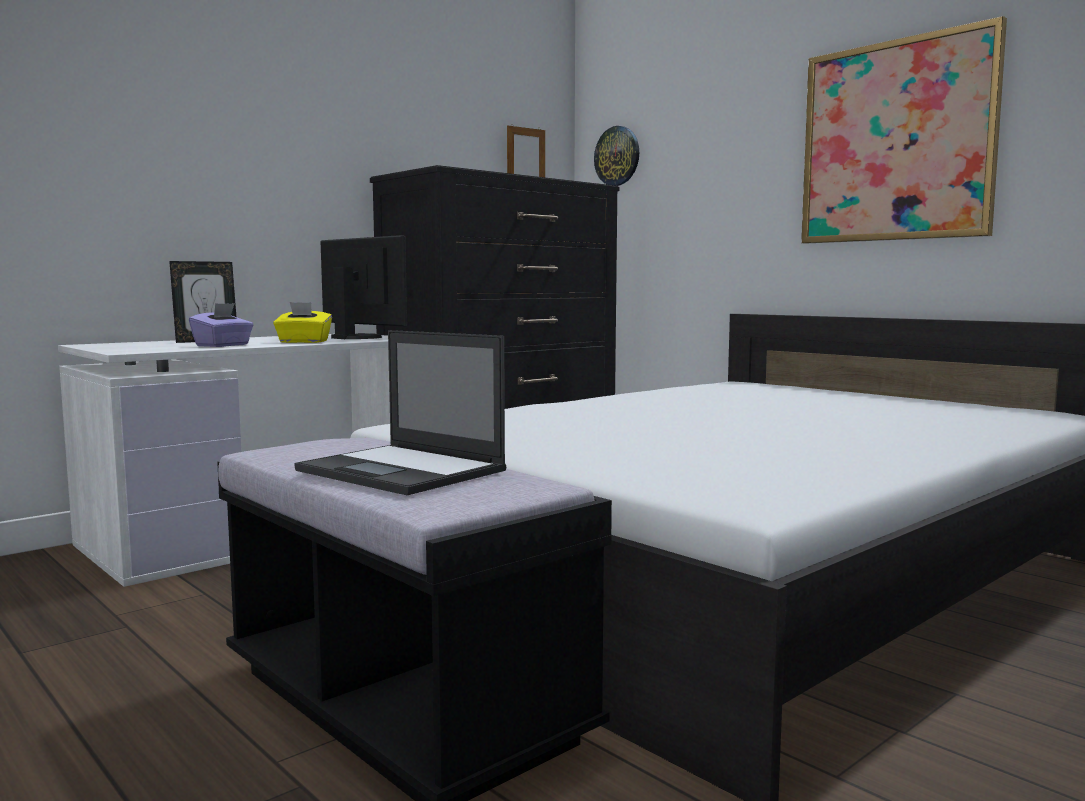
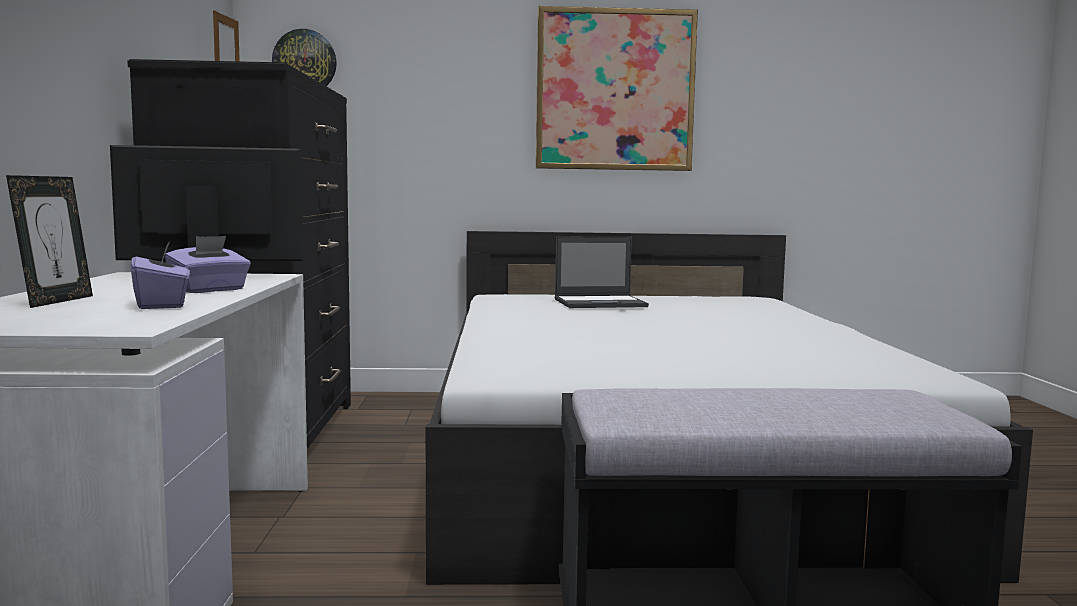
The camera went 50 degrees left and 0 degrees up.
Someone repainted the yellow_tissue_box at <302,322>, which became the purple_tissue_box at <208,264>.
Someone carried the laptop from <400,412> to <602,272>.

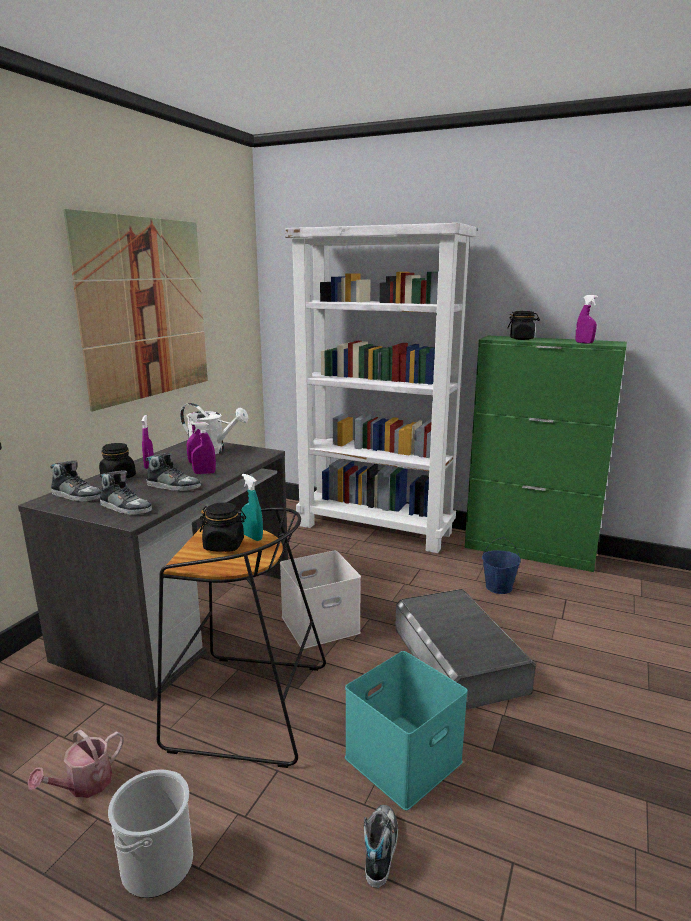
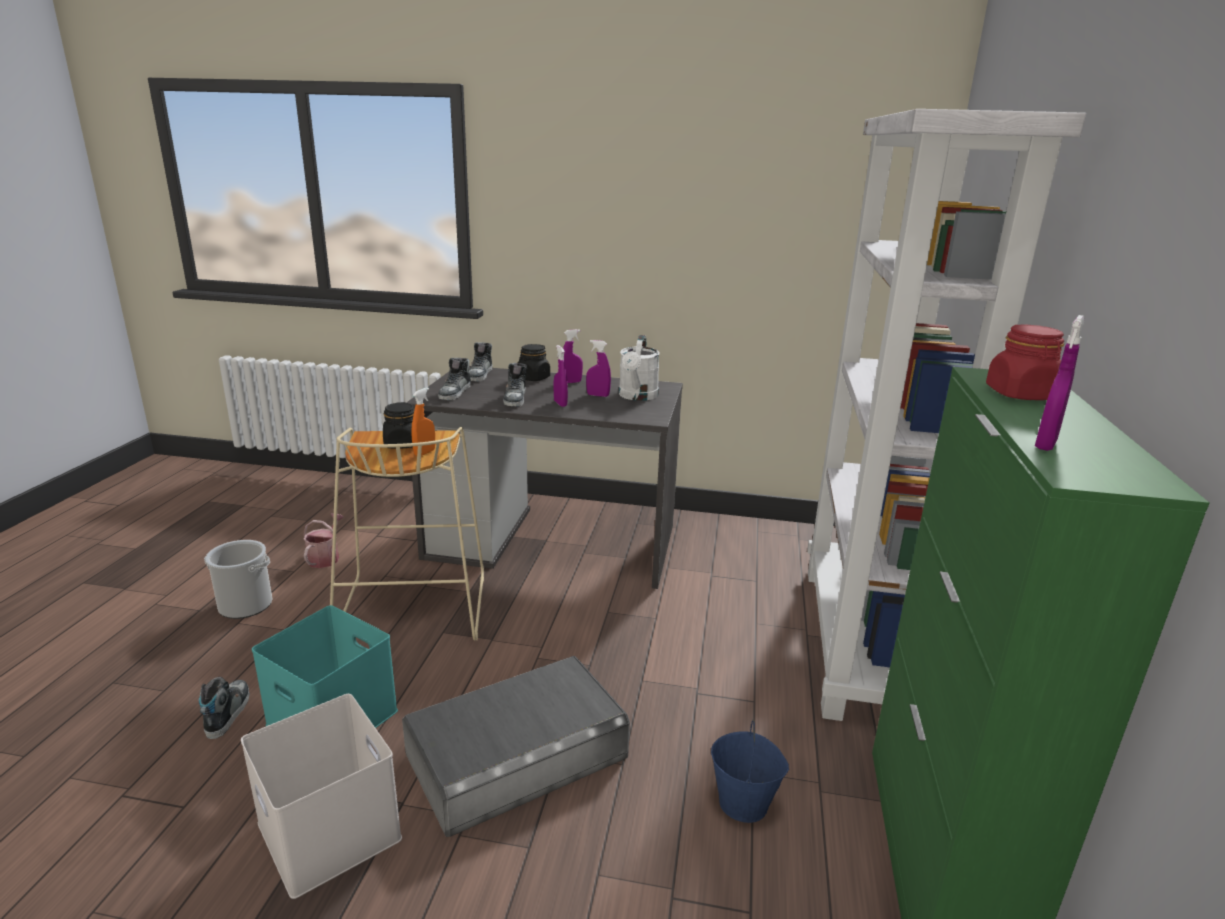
The camera went 75 degrees right and 5 degrees up.
Someone rotated the shoe at <381,846> by 90 degrees counterclockwise.
Someone carried the white_storage_box from <320,600> to <321,796>.
Someone rotated the watering_can at <76,763> by 75 degrees clockwise.
Someone repainted the black_stool at <241,637>, which became the beige_stool at <407,534>.
Someone repainted the turquoise_spray_bottle at <252,507>, which became the orange_spray_bottle at <423,421>.
Someone repainted the black_jar at <524,325>, which became the red_jar at <1025,362>.
Someone took away the picture at <135,310>.

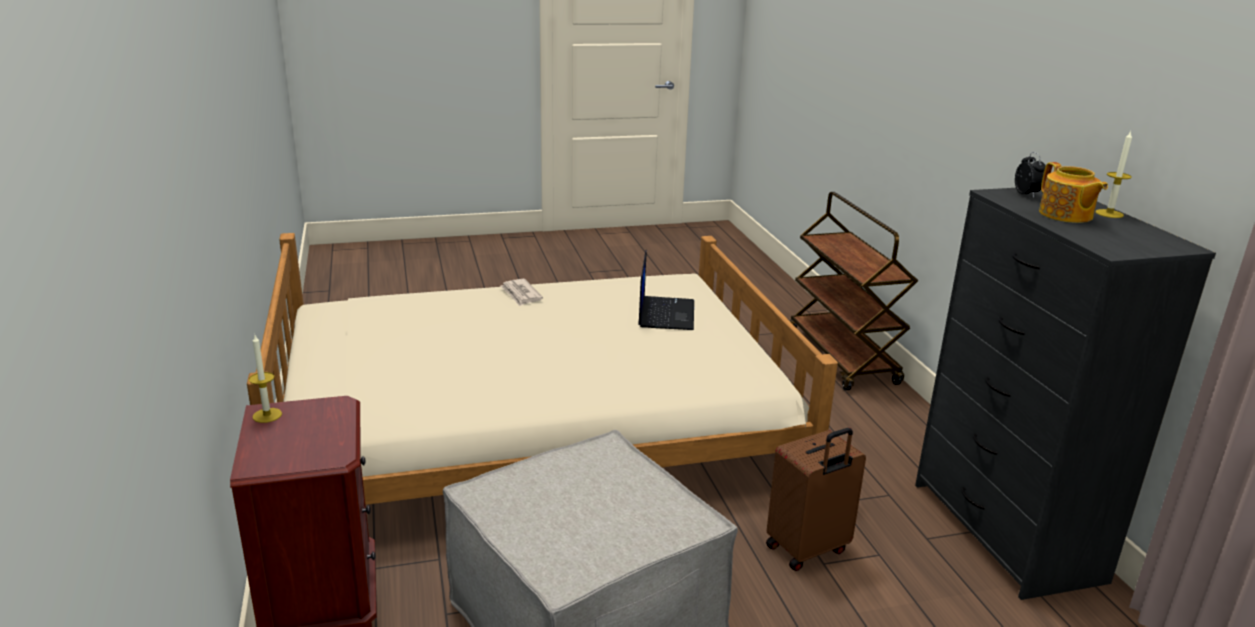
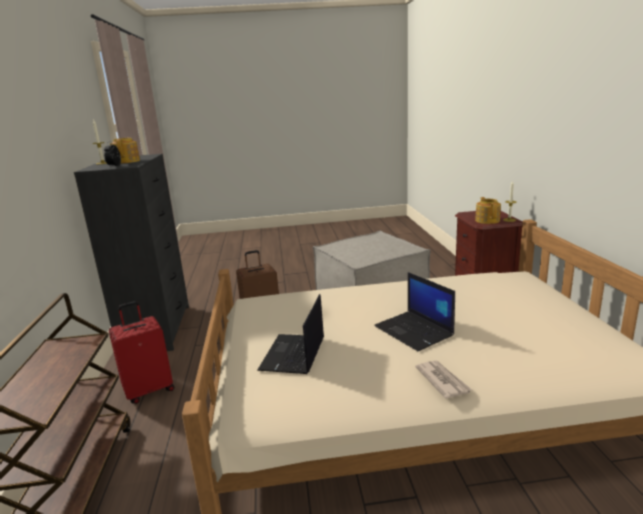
The camera went 170 degrees left and 5 degrees down.
Someone put down the red_suitcase at <141,352>.
Someone put down the laptop at <414,311>.
Someone put down the teapot at <488,210>.

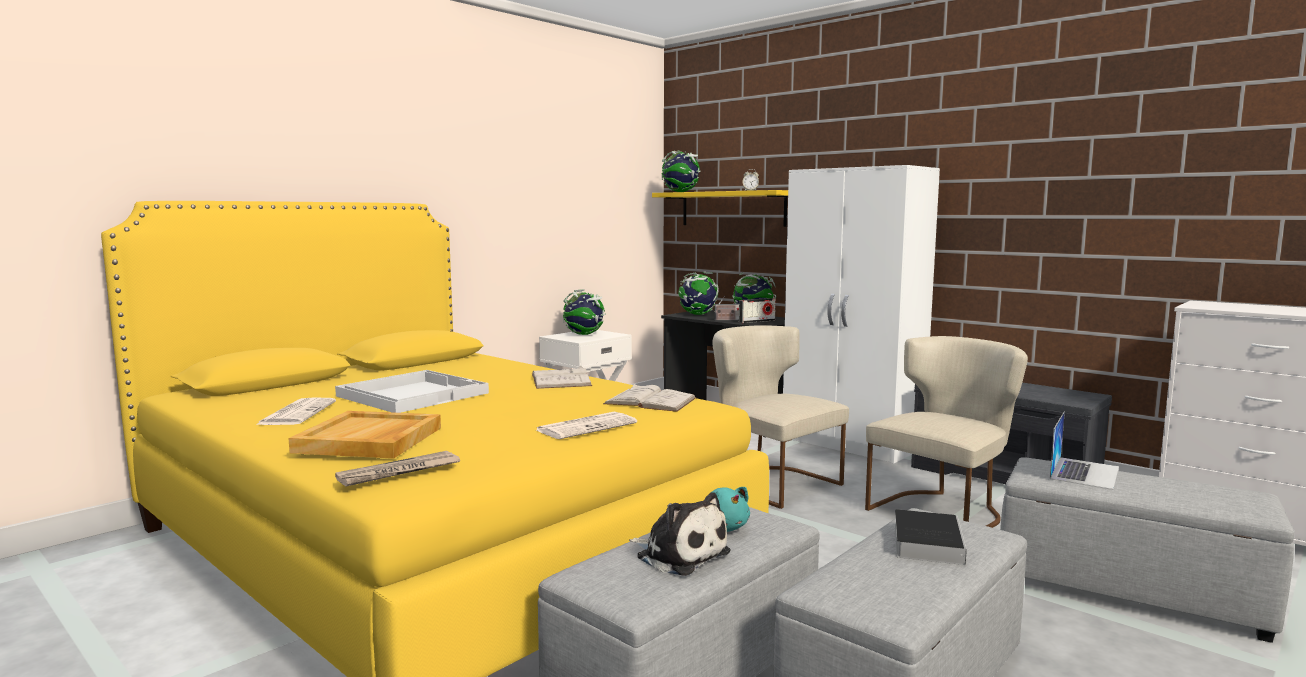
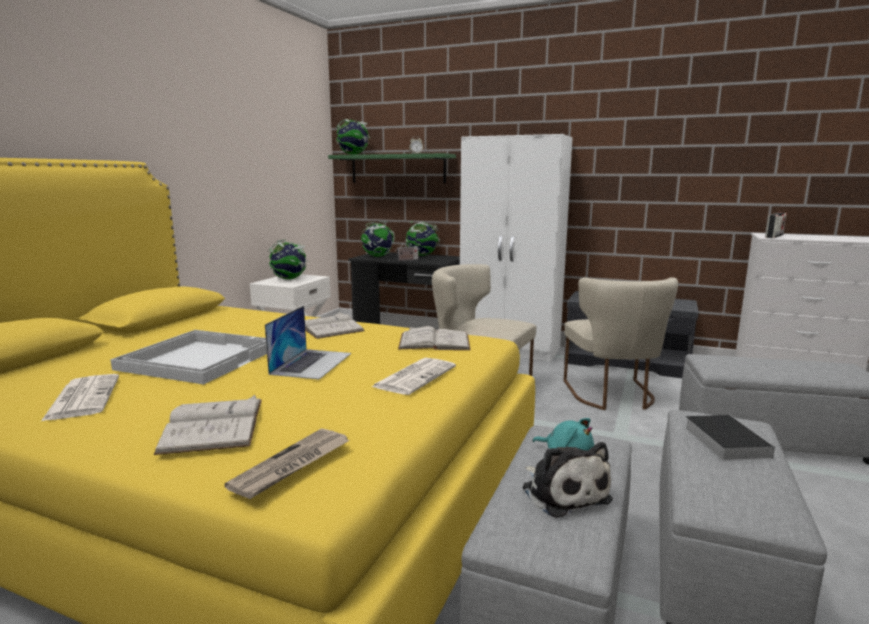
The camera went 20 degrees left and 5 degrees up.
Someone swapped the beige_tray at <364,435> for the white_book at <208,425>.
Someone carried the laptop from <1084,450> to <308,342>.
Someone repainted the yellow_shelf at <720,208>, which became the green_shelf at <392,168>.
Someone rotated the plush_toy at <680,534> by 45 degrees clockwise.
Someone rotated the beige_chair at <946,432> by 150 degrees clockwise.
Someone carried the radio from <757,310> to <776,225>.

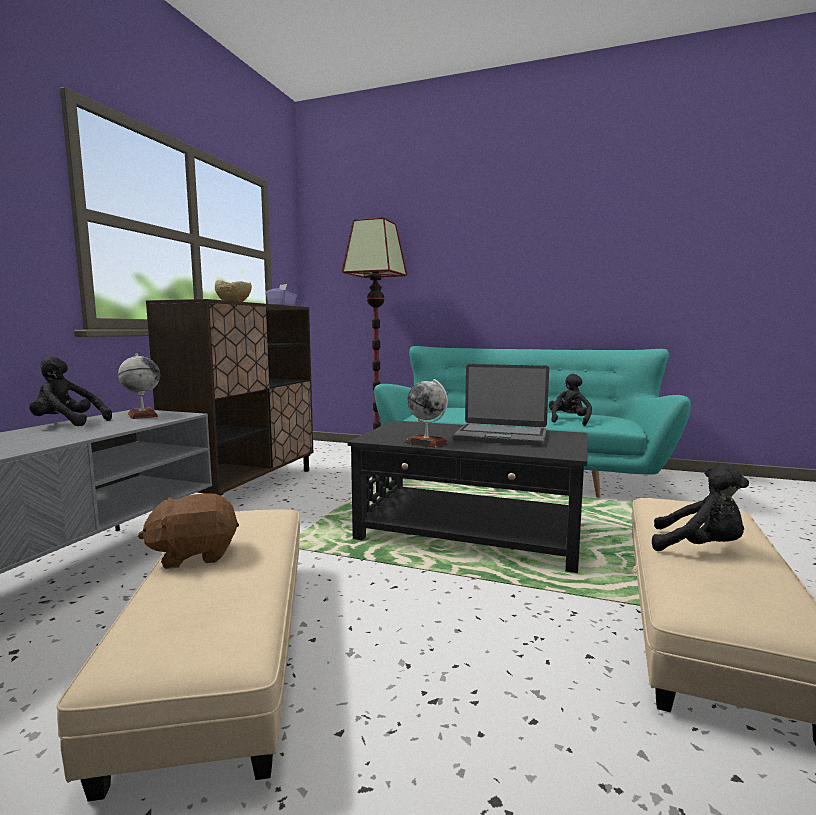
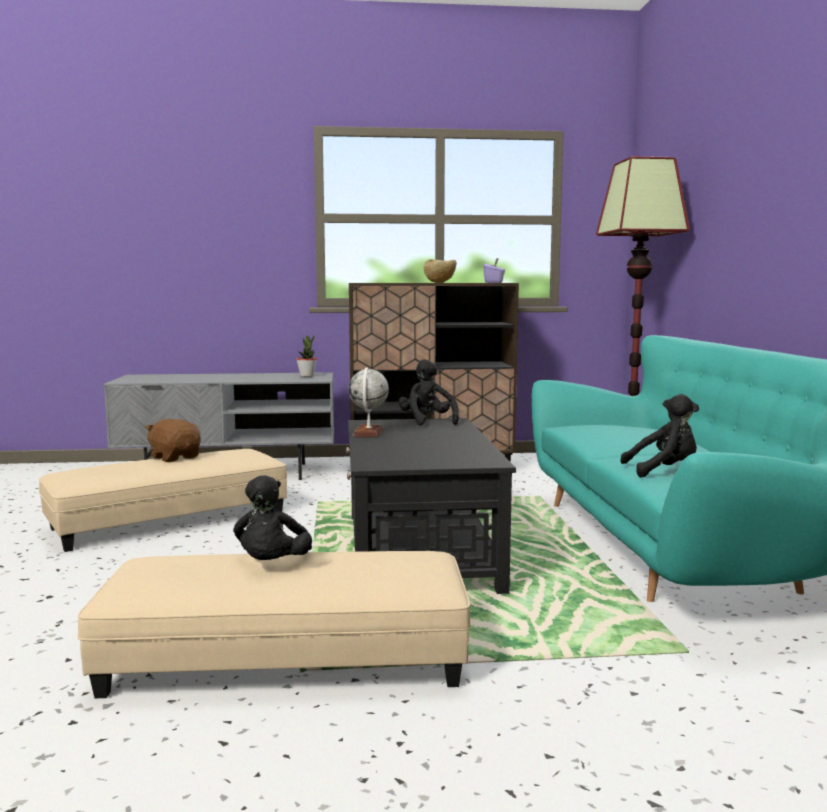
The camera went 65 degrees right and 0 degrees up.
Someone swapped the globe at <139,386> for the potted_plant at <306,356>.
Someone carried the black_plush_toy from <70,391> to <428,392>.
Someone took away the laptop at <501,405>.

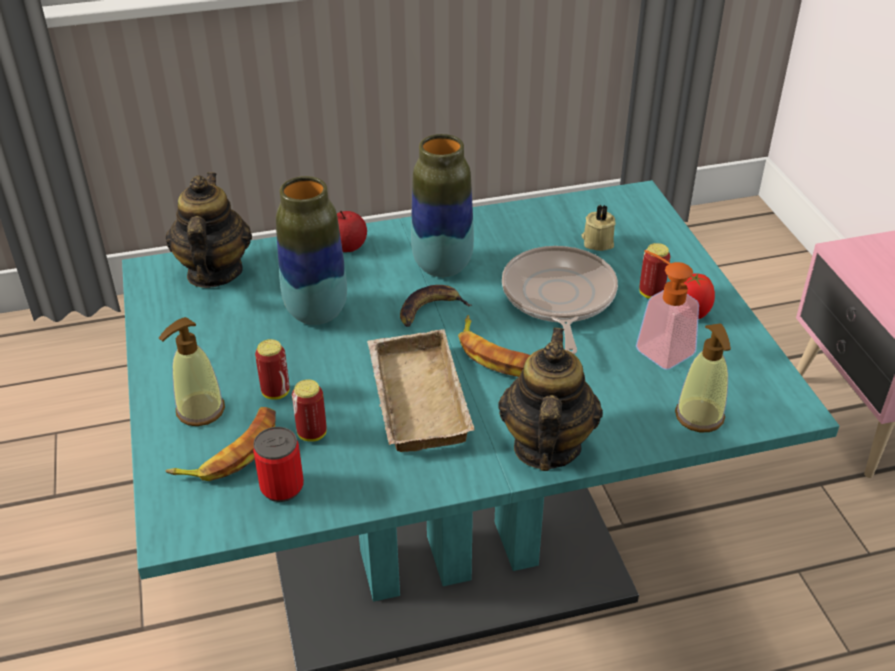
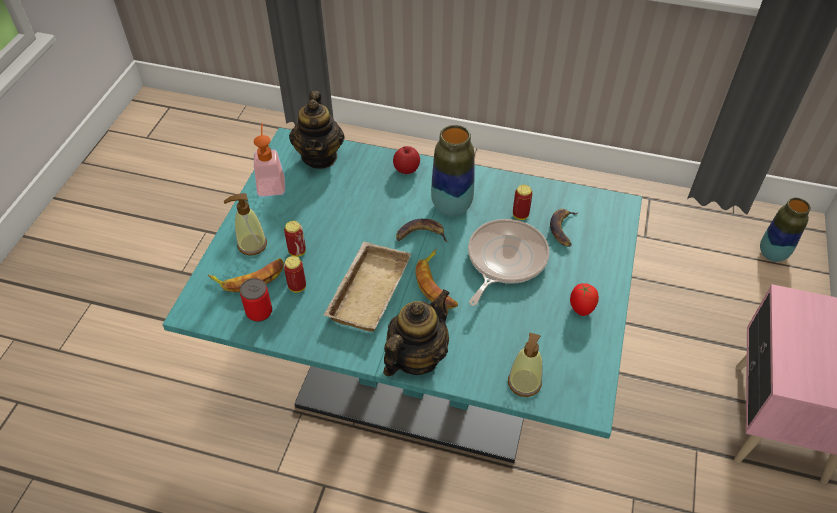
The camera went 30 degrees right and 10 degrees up.
Someone carried the soap_dispenser from <667,310> to <269,160>.
Someone rotated the teapot at <209,230> by 150 degrees clockwise.
Someone carried the can from <654,271> to <523,202>.
Someone swapped the beige_candle at <599,228> for the banana at <564,228>.
Someone carried the vase from <311,250> to <785,230>.

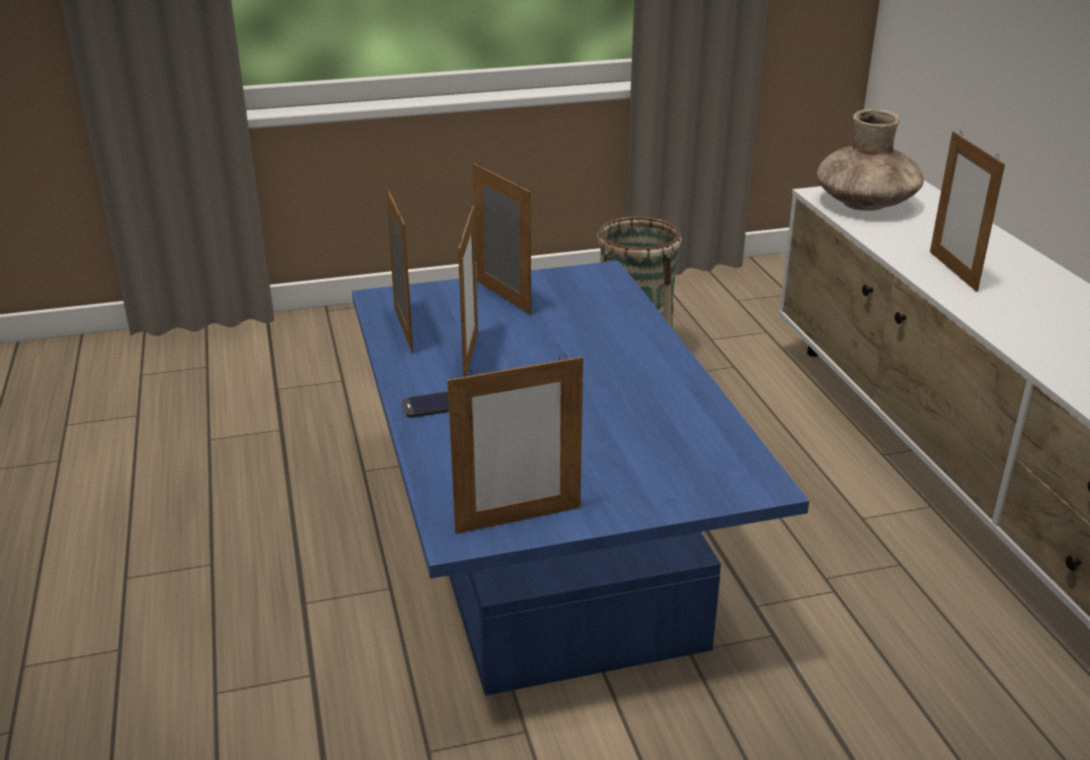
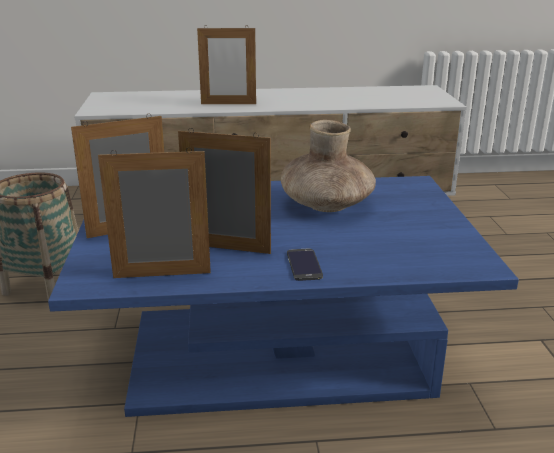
The camera went 80 degrees left and 5 degrees down.
Someone carried the brown_vase from <870,160> to <328,166>.
Someone took away the picture_frame at <515,444>.

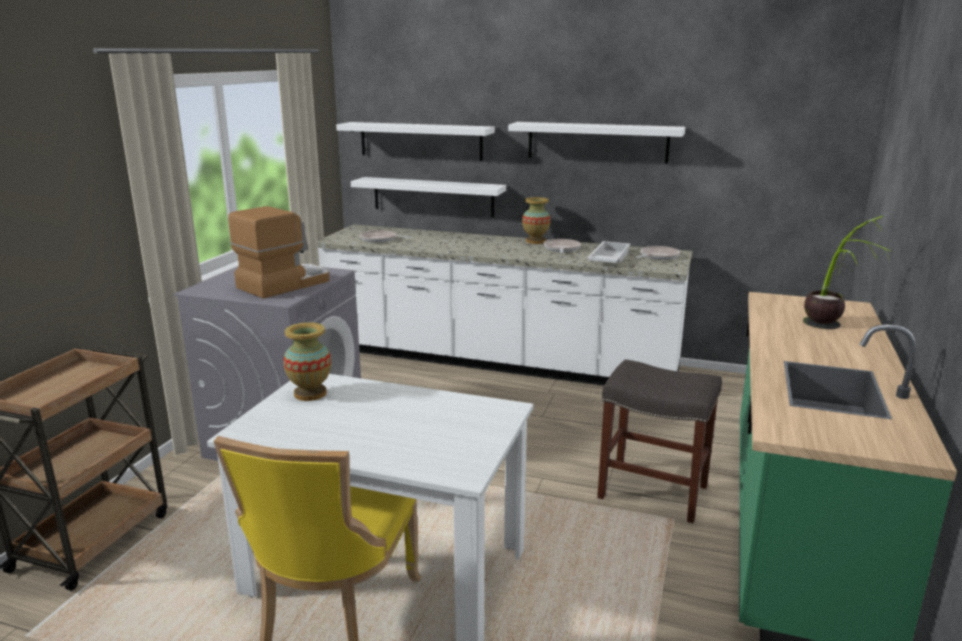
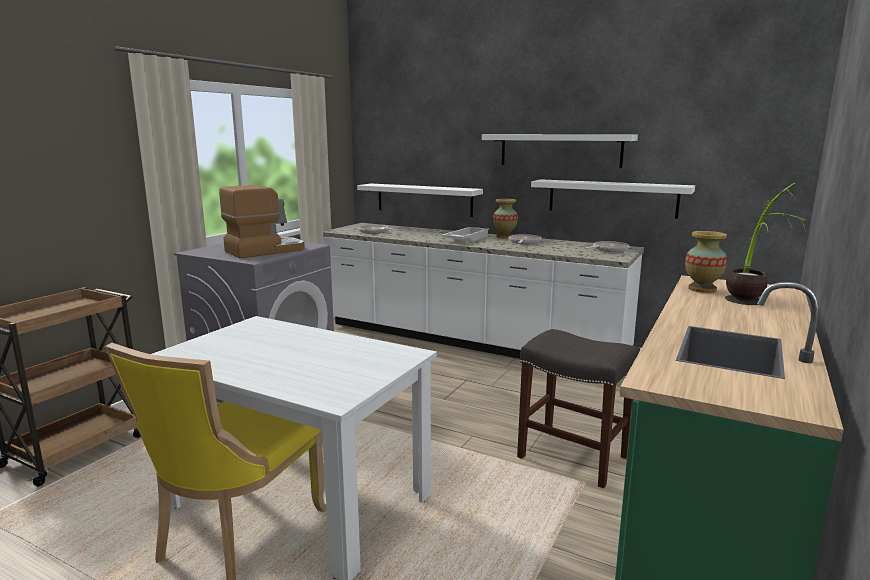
The camera went 10 degrees right and 5 degrees down.
Someone carried the white_tray from <609,252> to <465,234>.
Someone carried the white_shelf from <415,141> to <613,199>.
Someone carried the vase from <307,361> to <706,262>.

